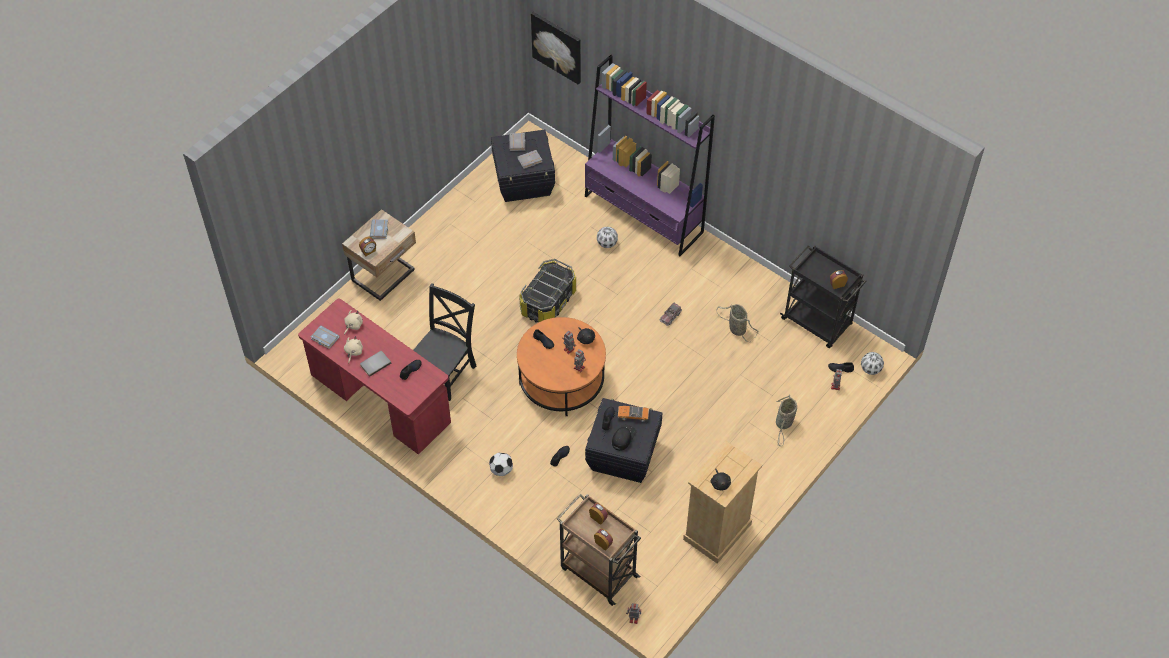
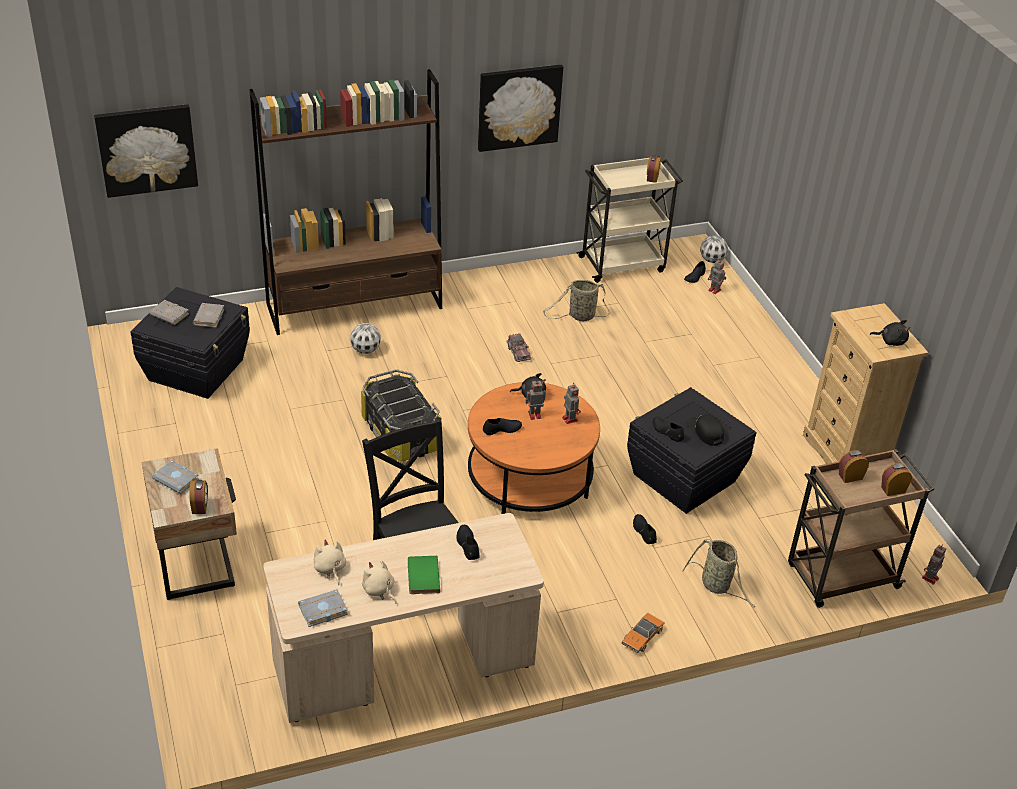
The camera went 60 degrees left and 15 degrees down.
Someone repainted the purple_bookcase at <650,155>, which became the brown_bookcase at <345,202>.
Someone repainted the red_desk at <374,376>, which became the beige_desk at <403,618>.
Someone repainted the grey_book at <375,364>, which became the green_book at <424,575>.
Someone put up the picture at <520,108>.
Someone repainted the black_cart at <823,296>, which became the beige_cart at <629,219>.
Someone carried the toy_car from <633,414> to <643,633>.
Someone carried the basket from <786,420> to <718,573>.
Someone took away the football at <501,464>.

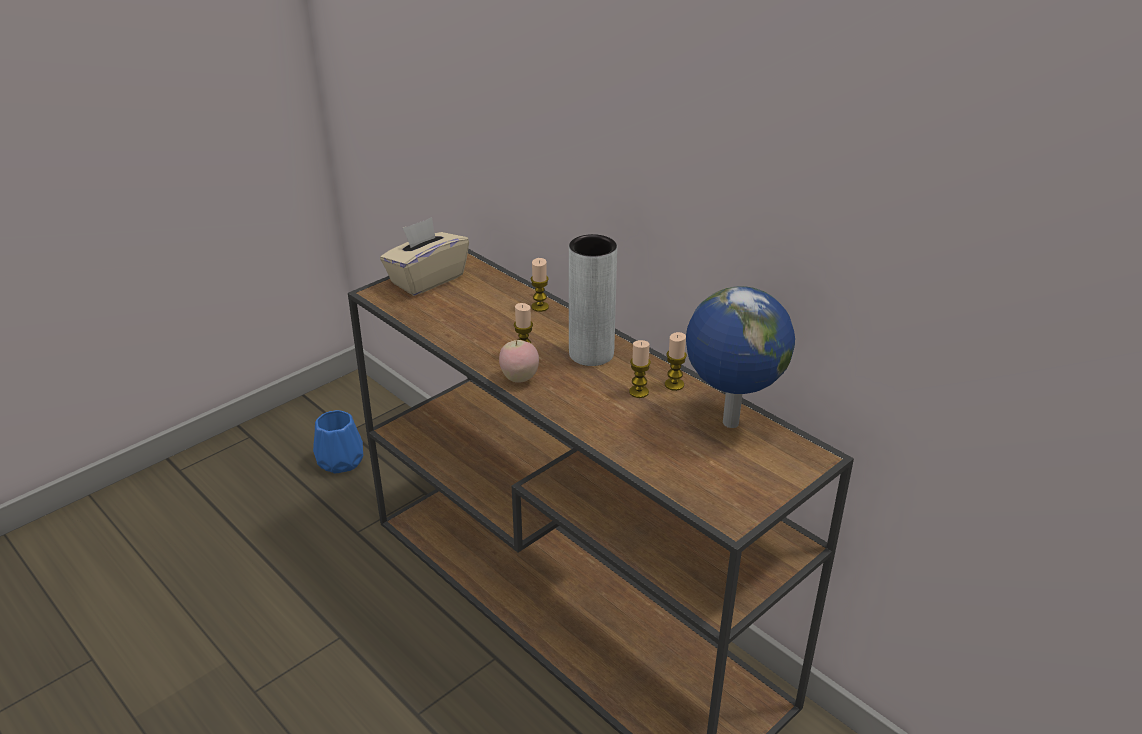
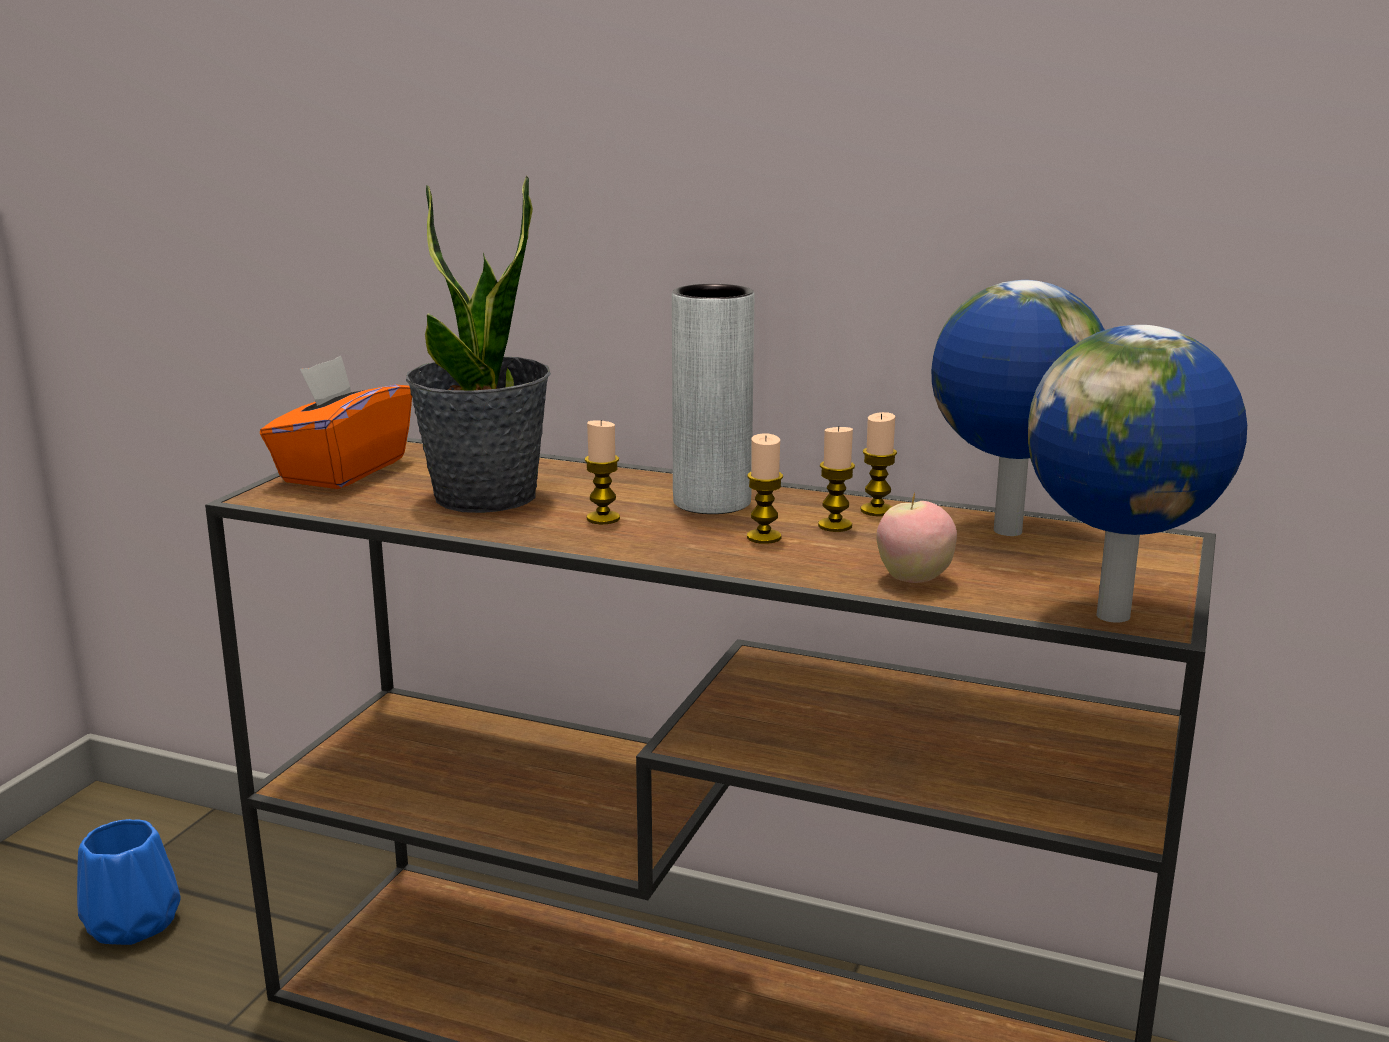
The camera went 25 degrees left and 15 degrees down.
Someone repainted the beige_tissue_box at <424,256>, which became the orange_tissue_box at <336,422>.
Someone put down the potted_plant at <478,344>.
Someone carried the candle from <539,285> to <765,488>.
Someone carried the apple from <519,361> to <916,538>.
Someone put down the globe at <1137,474>.

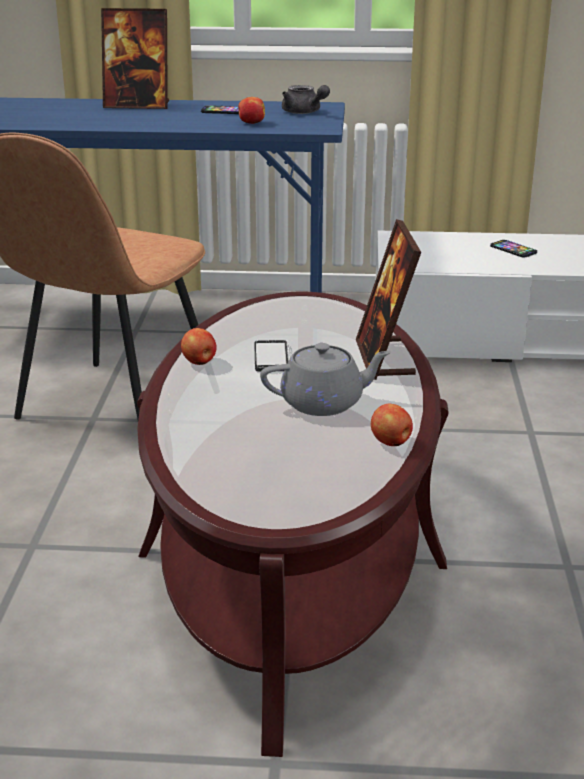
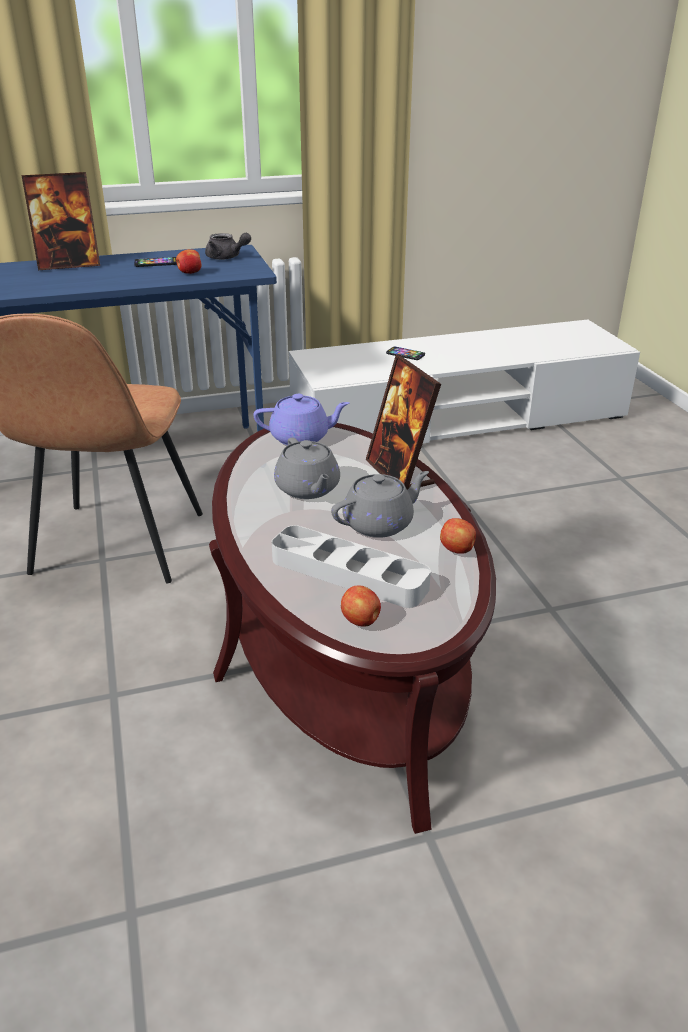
The camera went 20 degrees left and 5 degrees up.
Someone put down the purple_teapot at <301,419>.
Someone put down the grey_tray at <351,566>.
Someone swapped the phone at <272,356> for the grey_teapot at <307,468>.
Someone carried the apple from <199,346> to <361,606>.

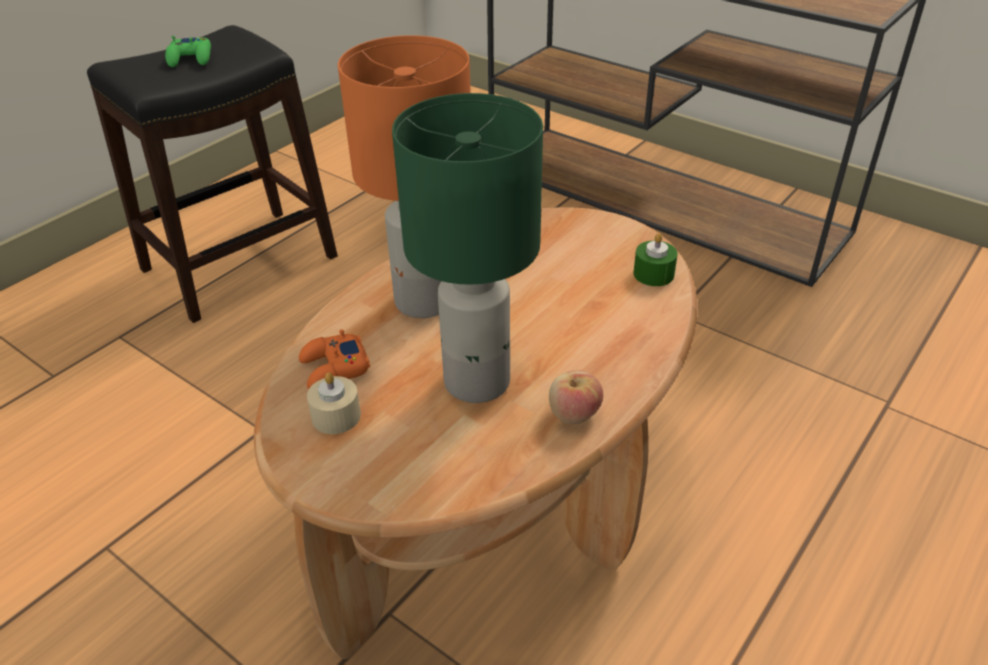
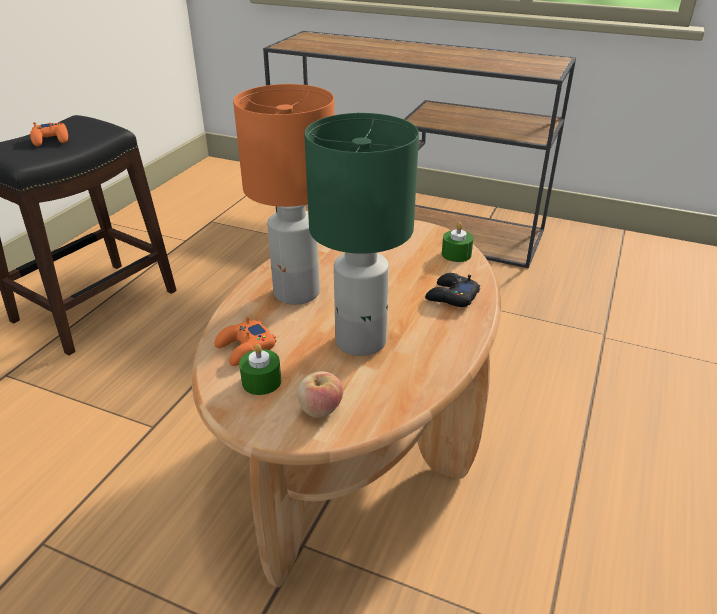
The camera went 15 degrees left and 5 degrees down.
Someone repainted the green_game_controller at <188,51>, which became the orange_game_controller at <49,134>.
Someone repainted the beige_candle at <334,403>, which became the green_candle at <260,369>.
Someone carried the apple from <576,397> to <320,394>.
Someone put down the black_game_controller at <452,290>.

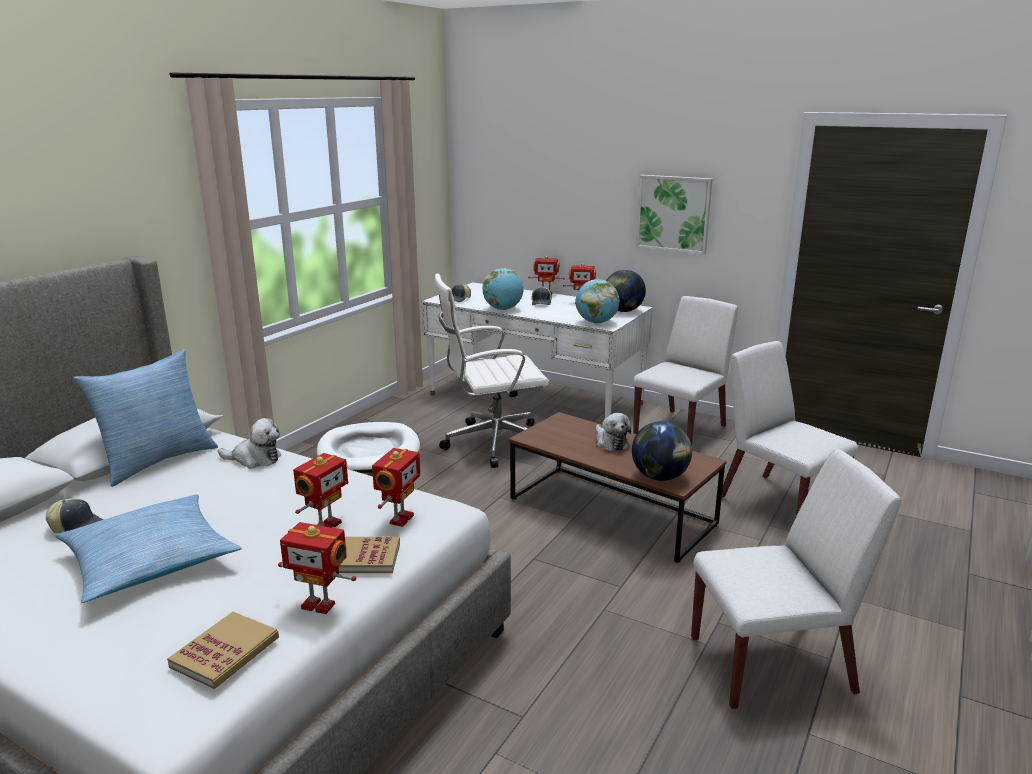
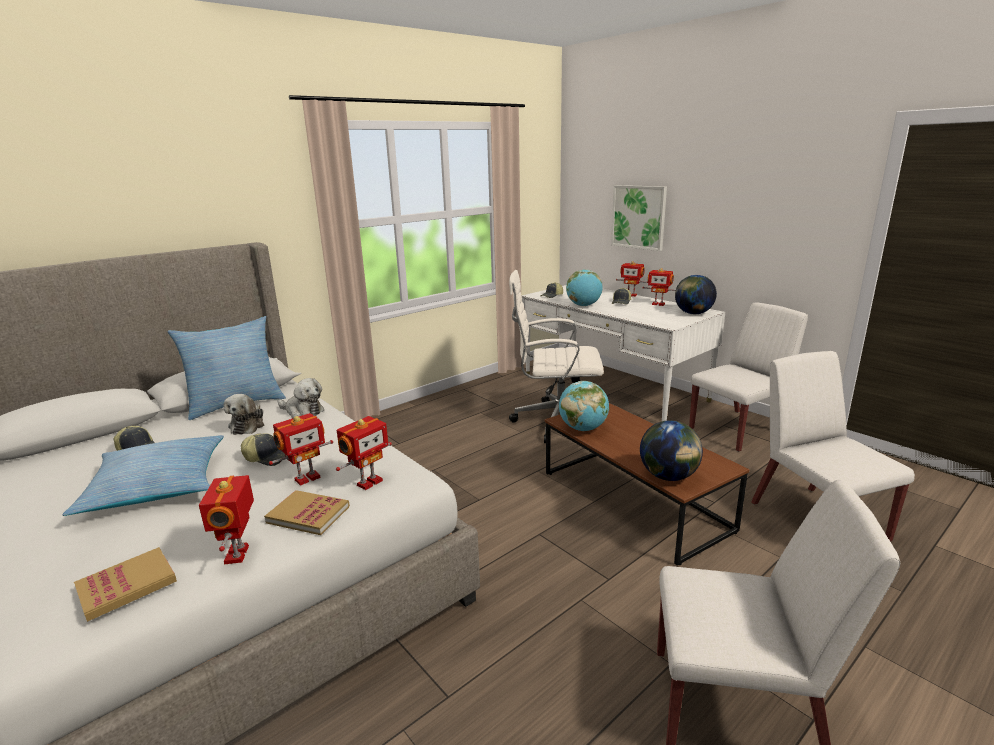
The camera went 20 degrees right and 0 degrees up.
Someone rotated the toy_robot at <317,568> by 45 degrees clockwise.
Someone carried the plush_toy from <613,432> to <244,414>.
Someone put down the cap at <263,449>.
Someone carried the globe from <597,301> to <584,406>.
Someone carried the picture from <674,215> to <639,218>.
Someone took away the white_dog_bed at <368,447>.

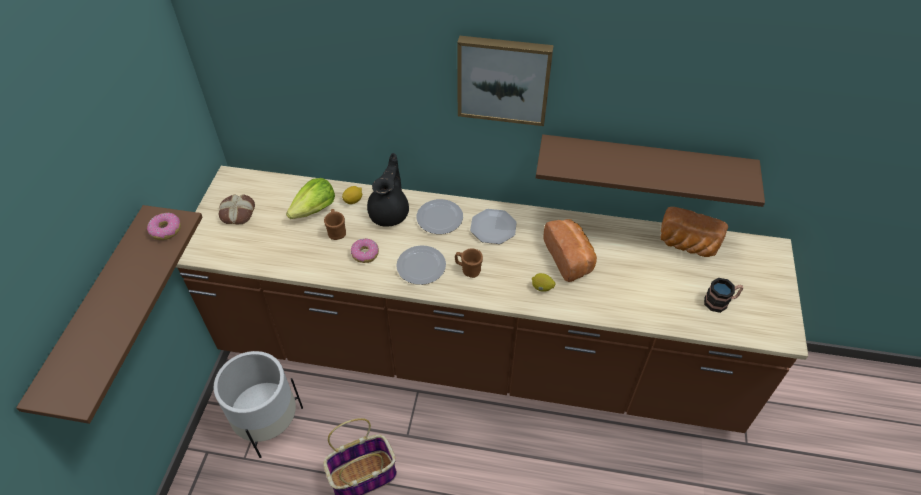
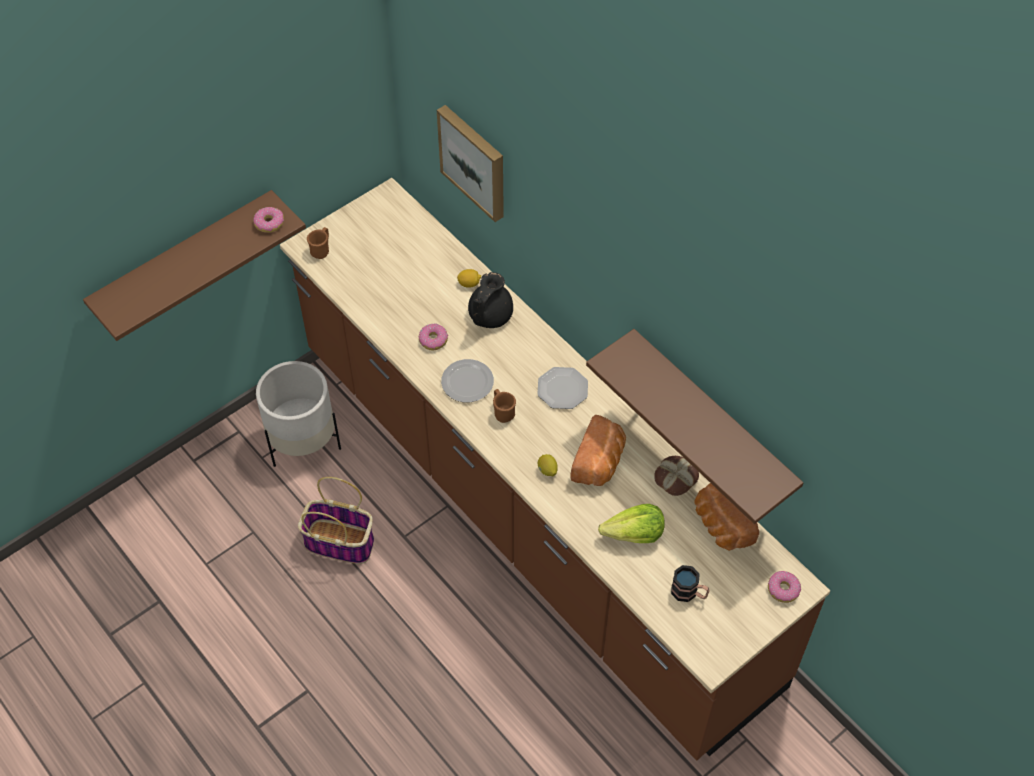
The camera went 40 degrees right and 5 degrees up.
Someone carried the brown_mug from <335,224> to <318,243>.
Someone carried the picture from <505,80> to <470,163>.
Someone rotated the black_teapot at <388,190> by 150 degrees clockwise.
Someone carried the lettuce from <310,198> to <631,523>.
Someone carried the bread from <237,209> to <676,476>.
Someone put down the donut at <784,587>.
Someone took away the plate at <439,216>.

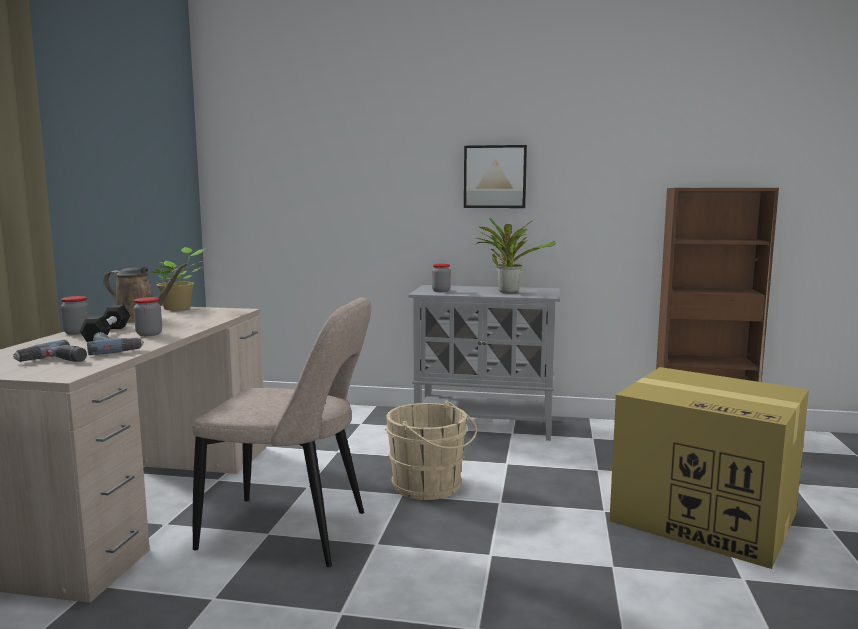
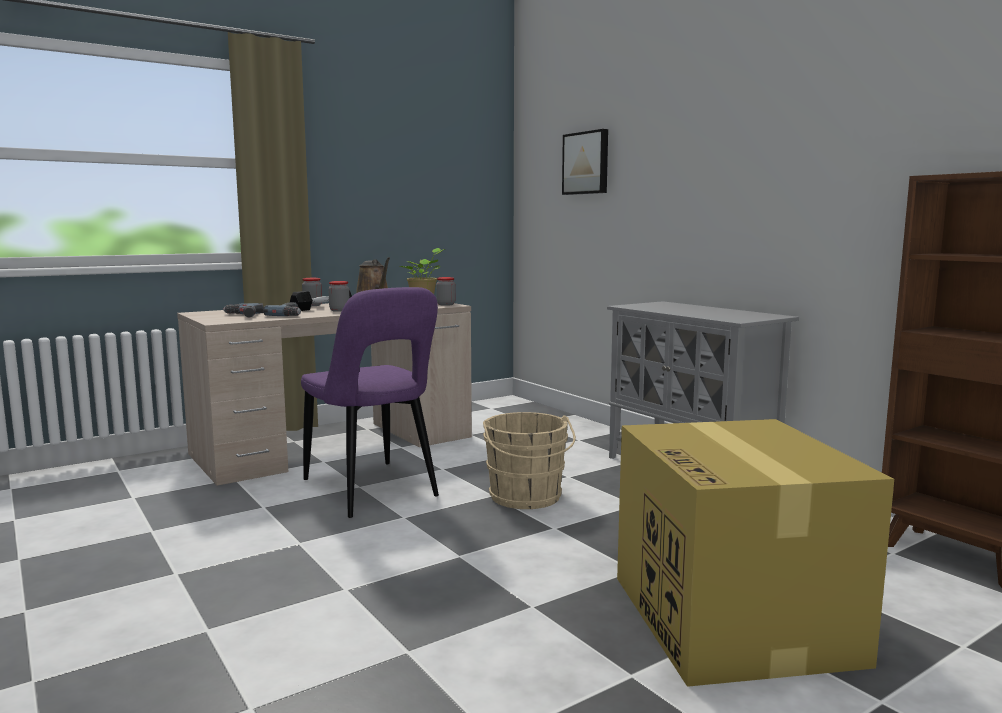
The camera went 45 degrees right and 0 degrees up.
Someone repainted the beige_chair at <281,432>, which became the purple_chair at <370,402>.
Someone carried the jar from <441,278> to <445,291>.
Someone carried the picture from <495,176> to <585,162>.
Someone took away the potted_plant at <516,255>.

